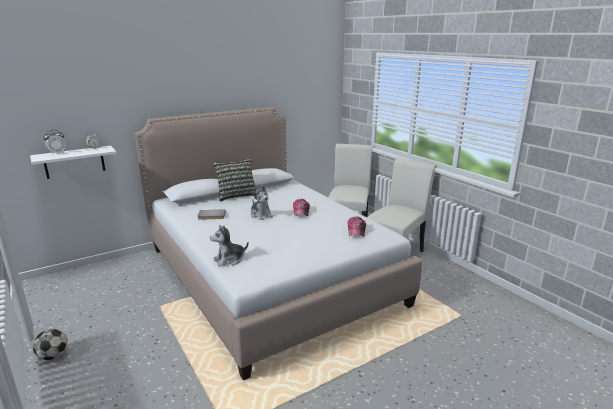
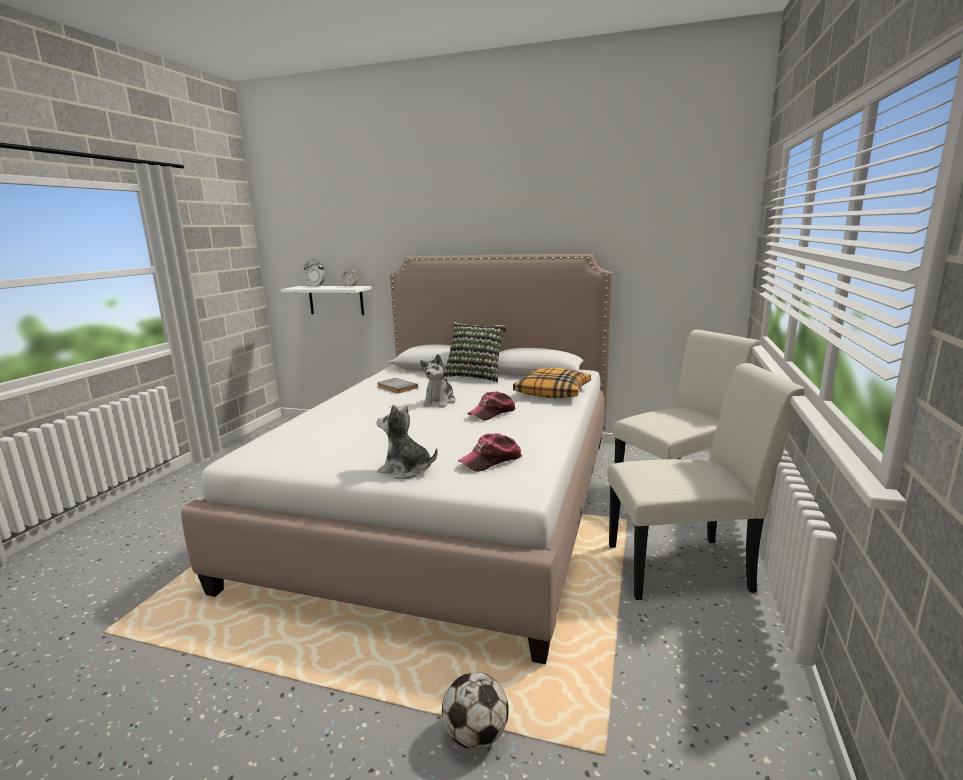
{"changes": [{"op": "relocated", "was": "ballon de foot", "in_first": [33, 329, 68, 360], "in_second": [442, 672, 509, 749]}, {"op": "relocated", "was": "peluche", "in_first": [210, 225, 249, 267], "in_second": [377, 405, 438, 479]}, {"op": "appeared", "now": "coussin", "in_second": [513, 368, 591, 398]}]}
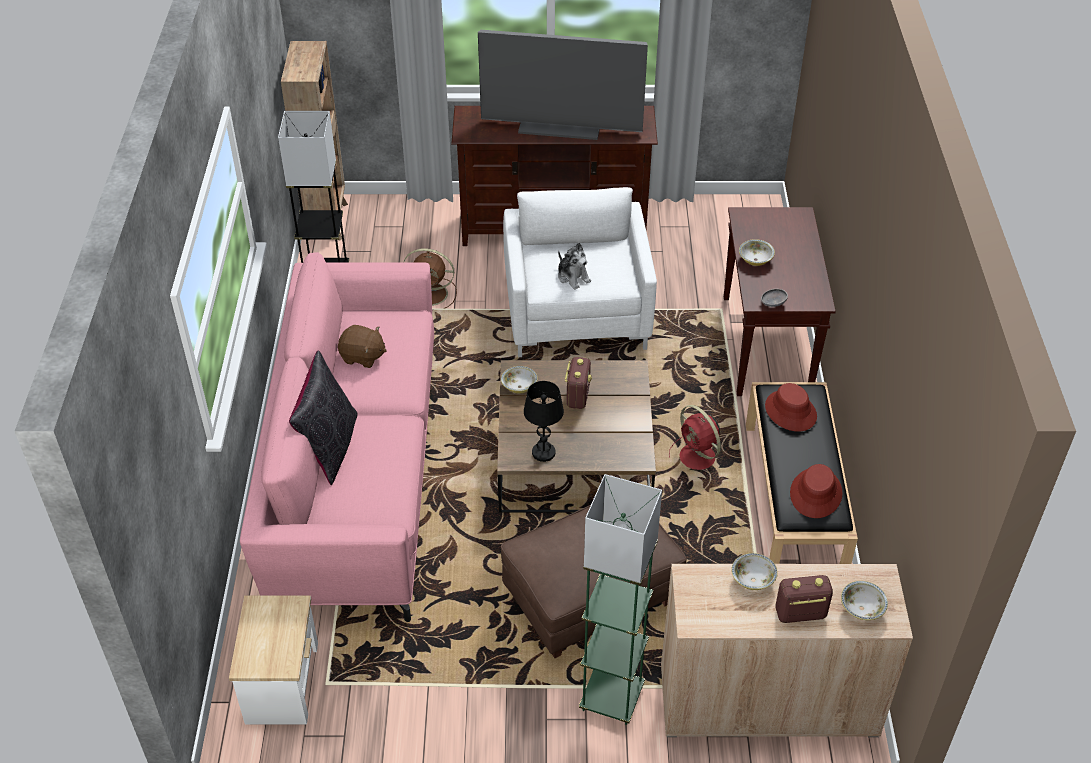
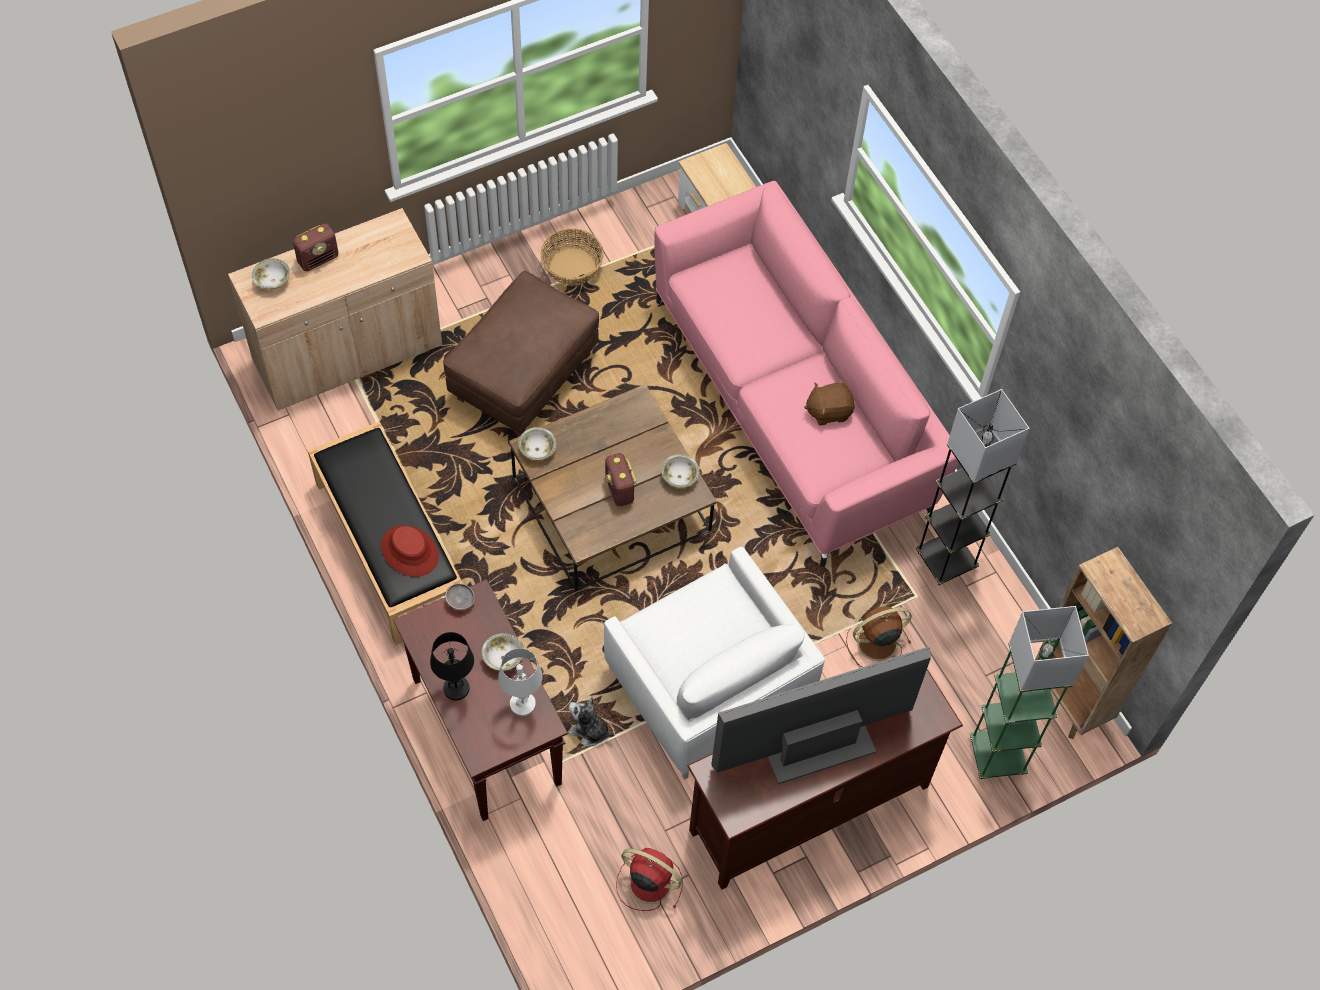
{"changes": [{"op": "missing", "was": "coussin (noir)", "in_first": [289, 350, 358, 485]}, {"op": "relocated", "was": "lampe de table (noir)", "in_first": [524, 381, 564, 462], "in_second": [430, 632, 474, 700]}, {"op": "relocated", "was": "peluche", "in_first": [558, 243, 591, 290], "in_second": [568, 696, 614, 746]}, {"op": "relocated", "was": "lampadaire (vert)", "in_first": [579, 474, 662, 725], "in_second": [970, 606, 1089, 779]}, {"op": "relocated", "was": "ventilateur (rouge)", "in_first": [669, 405, 721, 470], "in_second": [616, 848, 683, 911]}, {"op": "relocated", "was": "bol", "in_first": [731, 553, 778, 590], "in_second": [518, 427, 556, 460]}, {"op": "missing", "was": "chapeau (rouge)", "in_first": [790, 464, 842, 518]}, {"op": "appeared", "now": "lampe de table (blanc)", "in_second": [498, 648, 542, 716]}, {"op": "appeared", "now": "panier", "in_second": [540, 229, 604, 285]}]}
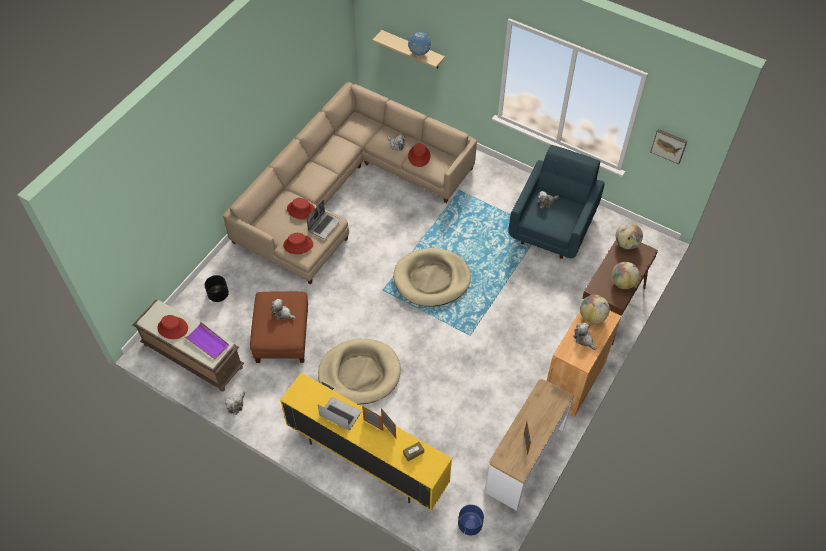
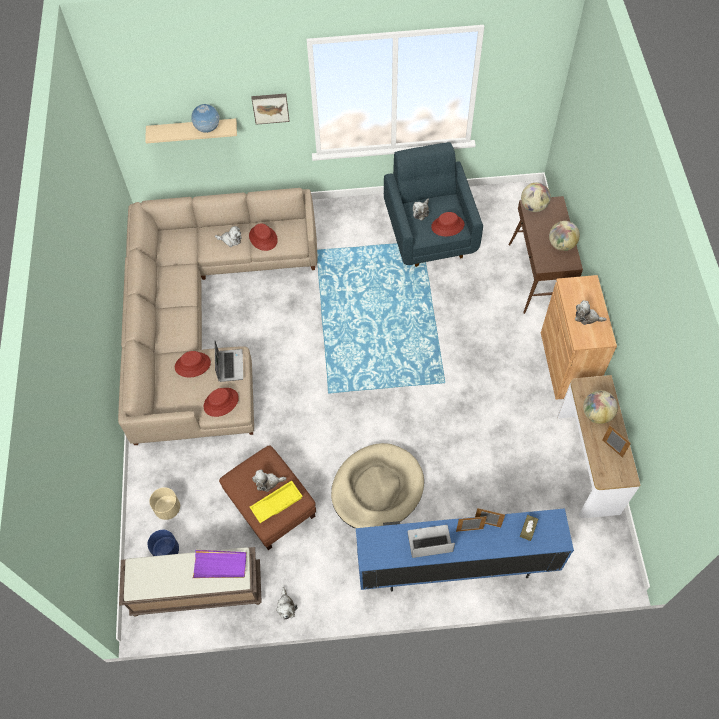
{"changes": [{"op": "relocated", "was": "chapeau (rouge)", "in_first": [158, 315, 188, 339], "in_second": [431, 212, 465, 236]}, {"op": "colour", "was": "cache-pot (noir)", "now": "cache-pot (beige)", "in_first": [204, 275, 229, 302], "in_second": [149, 487, 180, 520]}, {"op": "colour", "was": "meuble télé (jaune)", "now": "meuble télé (bleu)", "in_first": [280, 372, 452, 511], "in_second": [356, 508, 574, 592]}, {"op": "missing", "was": "panier pour chien (beige)", "in_first": [393, 248, 471, 307]}, {"op": "relocated", "was": "cache-pot (bleu)", "in_first": [458, 504, 484, 535], "in_second": [148, 530, 179, 556]}, {"op": "relocated", "was": "globe", "in_first": [580, 295, 610, 324], "in_second": [583, 390, 618, 424]}, {"op": "relocated", "was": "tableau", "in_first": [650, 129, 687, 164], "in_second": [251, 94, 290, 125]}, {"op": "appeared", "now": "plateau (jaune)", "in_second": [250, 481, 302, 523]}]}
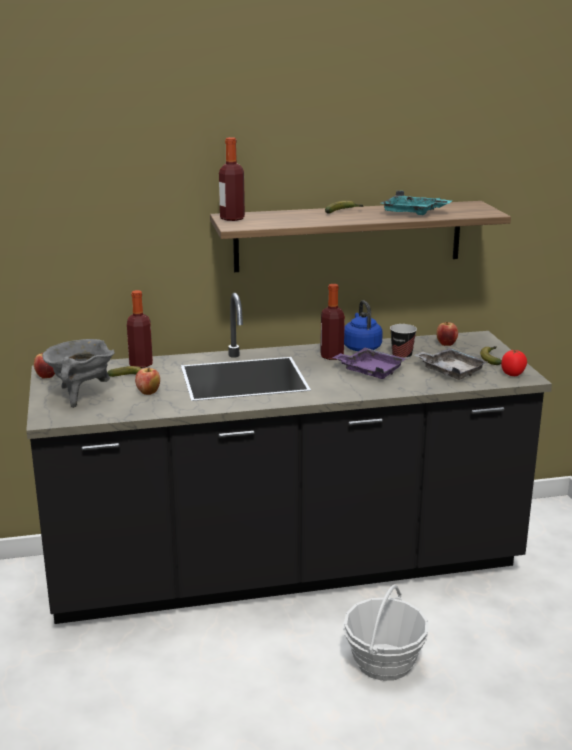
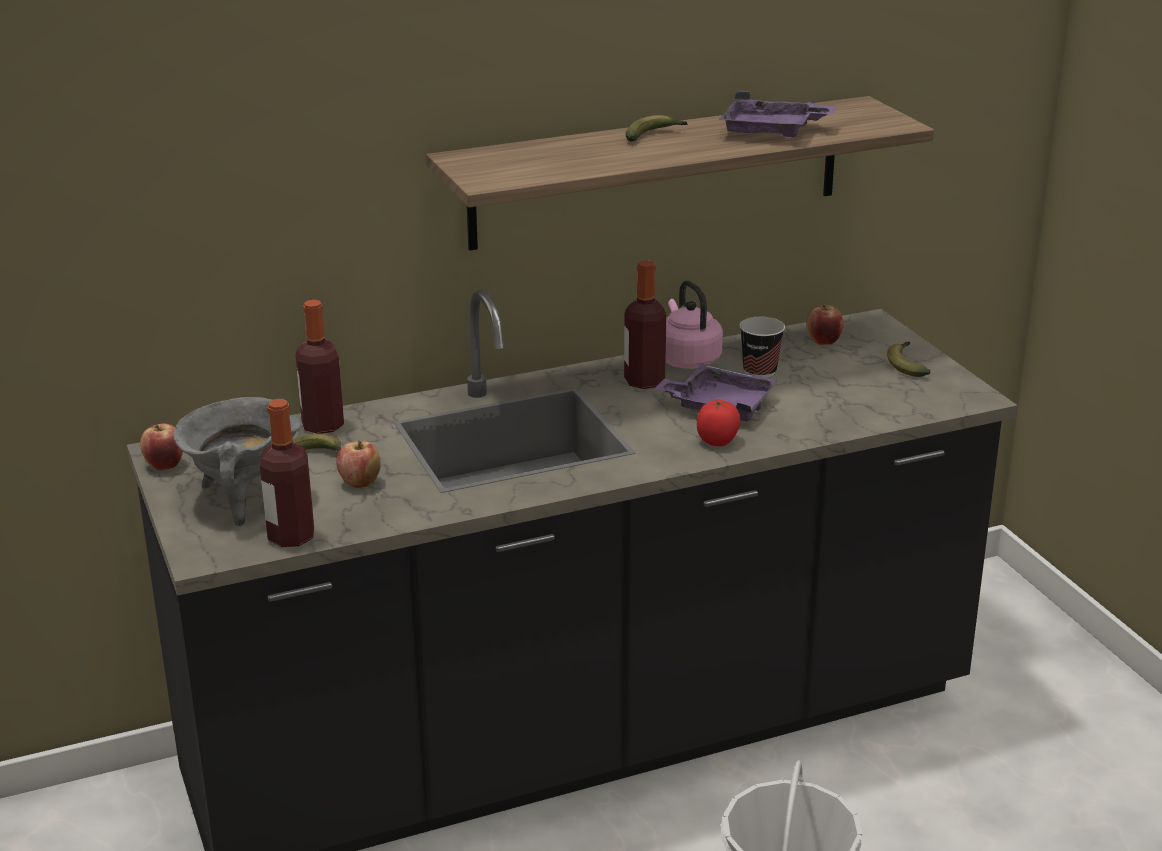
{"changes": [{"op": "relocated", "was": "bouteille", "in_first": [219, 137, 245, 221], "in_second": [260, 399, 314, 547]}, {"op": "colour", "was": "bouilloire (bleu)", "now": "bouilloire (rose)", "in_first": [344, 300, 383, 351], "in_second": [665, 281, 723, 369]}, {"op": "colour", "was": "plateau (turquoise)", "now": "plateau (violet)", "in_first": [381, 191, 452, 215], "in_second": [719, 91, 837, 137]}, {"op": "missing", "was": "plateau (gris)", "in_first": [414, 348, 487, 380]}, {"op": "relocated", "was": "tomate", "in_first": [501, 350, 527, 376], "in_second": [697, 400, 741, 446]}]}
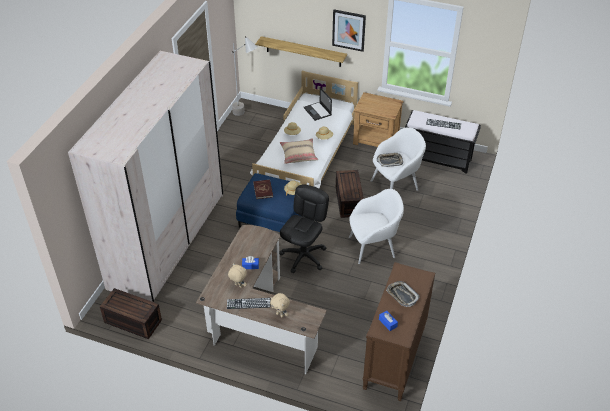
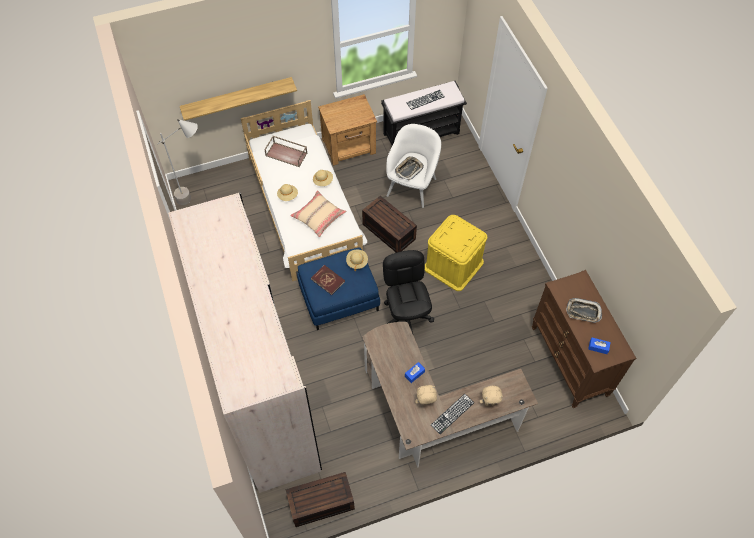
{"changes": [{"op": "exchanged", "was": "ordinateur portable", "now": "plateau (marron)", "in_first": [304, 87, 332, 121], "in_second": [265, 136, 308, 167]}, {"op": "missing", "was": "tableau", "in_first": [332, 9, 366, 52]}, {"op": "exchanged", "was": "fauteuil (blanc)", "now": "boîte de rangement (jaune)", "in_first": [349, 189, 404, 264], "in_second": [425, 215, 487, 291]}]}
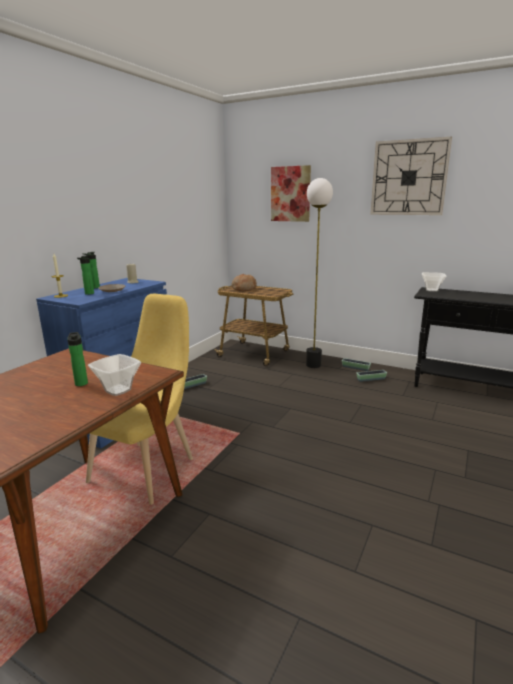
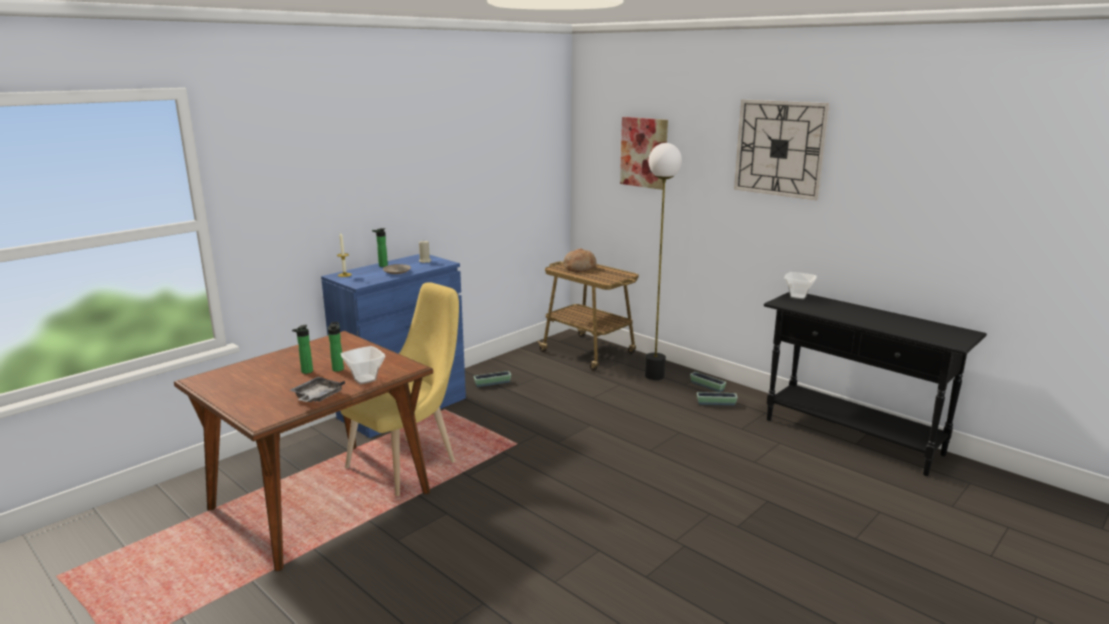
{"changes": [{"op": "relocated", "was": "bouteille", "in_first": [77, 255, 94, 295], "in_second": [292, 325, 313, 374]}, {"op": "appeared", "now": "plateau (gris)", "in_second": [290, 377, 345, 402]}]}
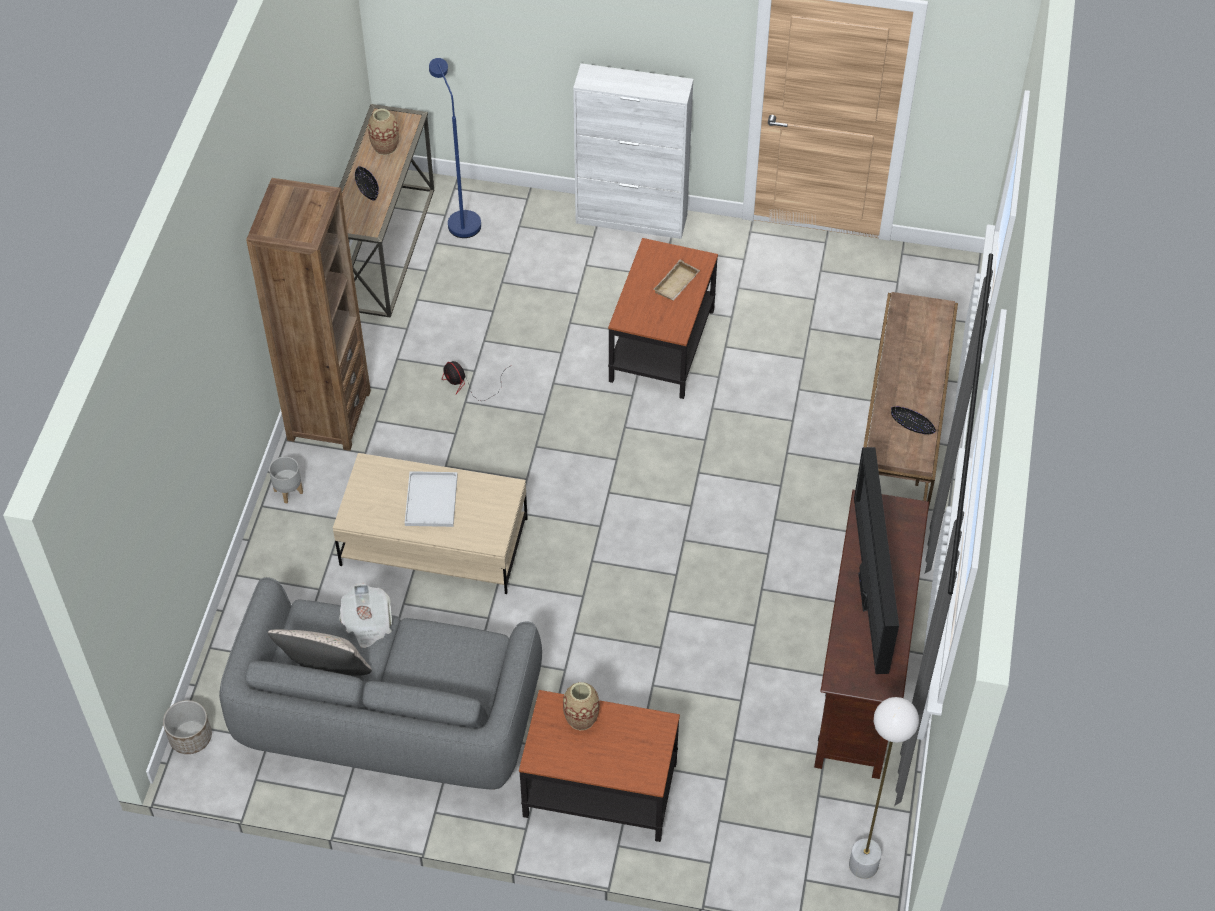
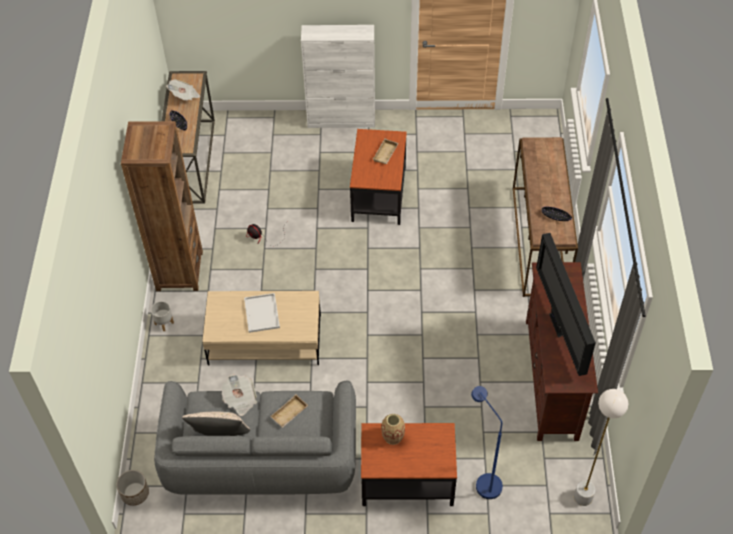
{"changes": [{"op": "exchanged", "was": "vase", "now": "journal", "in_first": [368, 109, 399, 155], "in_second": [166, 79, 201, 101]}, {"op": "relocated", "was": "lampadaire (bleu)", "in_first": [429, 58, 481, 238], "in_second": [471, 386, 503, 499]}, {"op": "appeared", "now": "plateau (beige)", "in_second": [270, 394, 308, 428]}]}
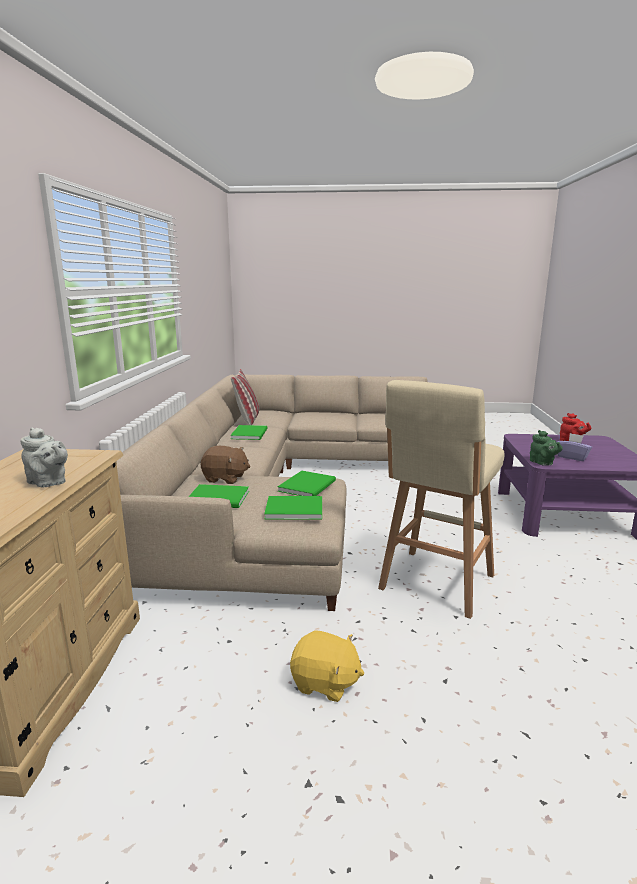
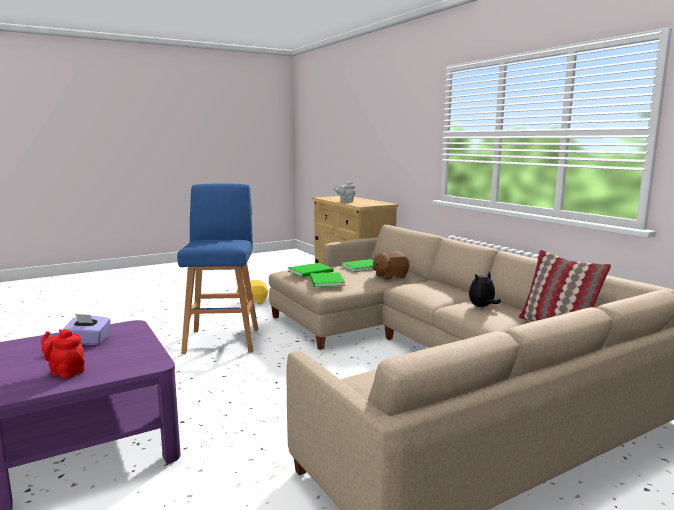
{"changes": [{"op": "exchanged", "was": "livre (vert)", "now": "peluche", "in_first": [230, 425, 267, 440], "in_second": [469, 271, 501, 307]}, {"op": "colour", "was": "tabouret (beige)", "now": "tabouret (bleu)", "in_first": [378, 380, 505, 619], "in_second": [177, 184, 258, 354]}, {"op": "missing", "was": "théière (vert)", "in_first": [530, 430, 563, 466]}]}
